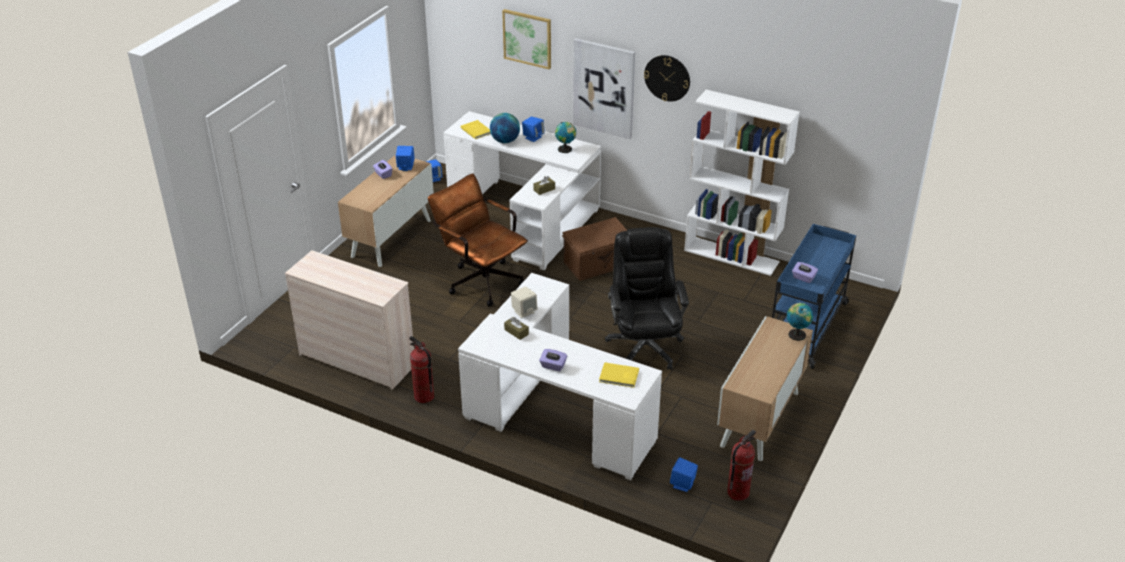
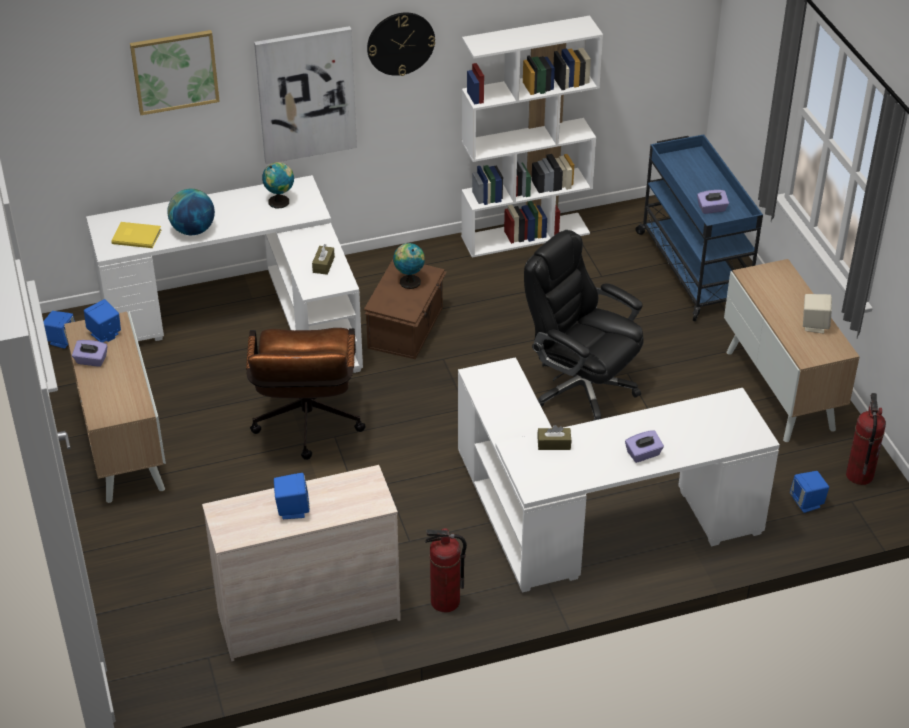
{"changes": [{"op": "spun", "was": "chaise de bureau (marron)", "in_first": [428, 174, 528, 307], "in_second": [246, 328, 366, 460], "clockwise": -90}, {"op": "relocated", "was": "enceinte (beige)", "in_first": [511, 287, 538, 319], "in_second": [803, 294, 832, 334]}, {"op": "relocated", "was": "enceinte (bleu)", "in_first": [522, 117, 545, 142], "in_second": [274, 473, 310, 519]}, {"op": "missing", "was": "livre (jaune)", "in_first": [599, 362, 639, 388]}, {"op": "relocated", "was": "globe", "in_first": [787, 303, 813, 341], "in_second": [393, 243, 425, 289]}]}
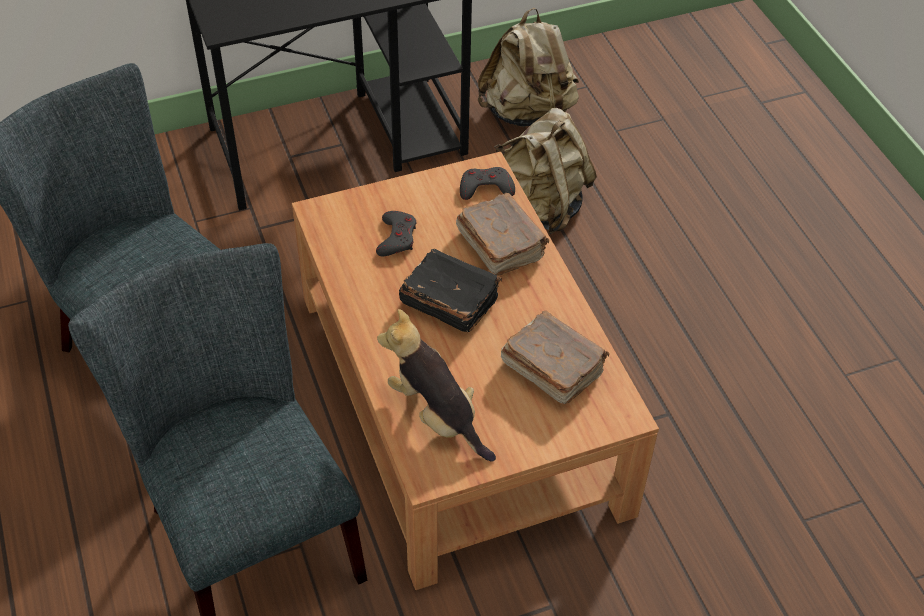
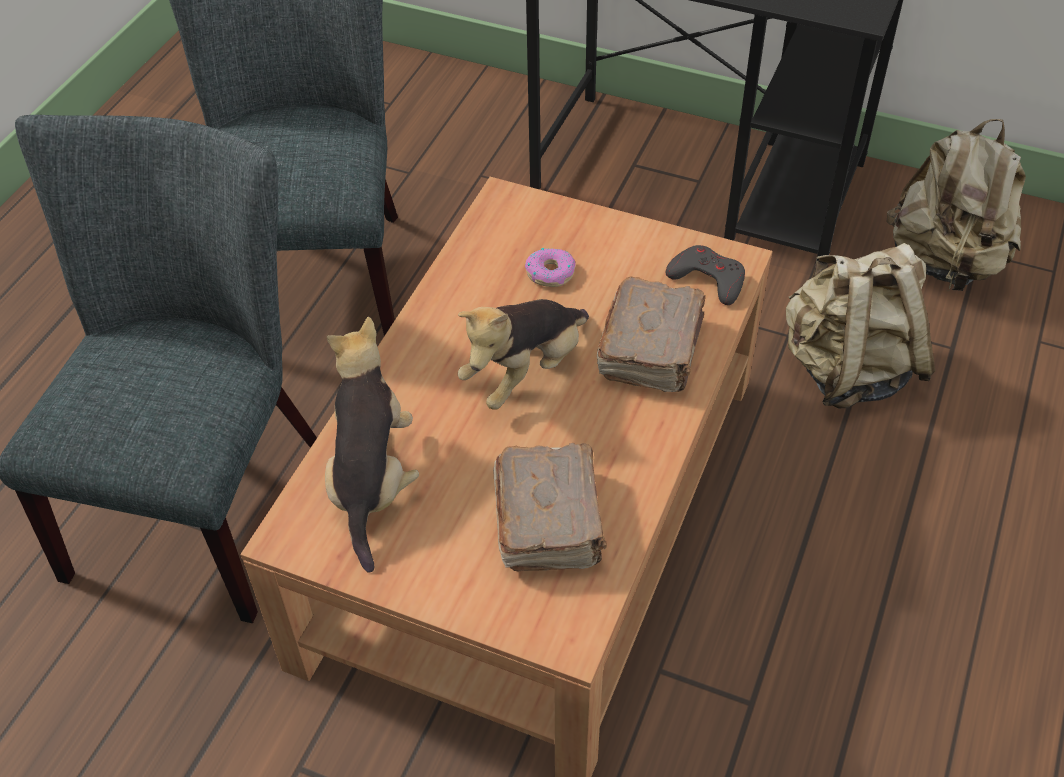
{"changes": [{"op": "exchanged", "was": "manette (gris)", "now": "beignet", "in_first": [376, 211, 416, 257], "in_second": [525, 248, 576, 287]}, {"op": "exchanged", "was": "livre (noir)", "now": "peluche", "in_first": [399, 249, 501, 332], "in_second": [458, 299, 589, 410]}]}
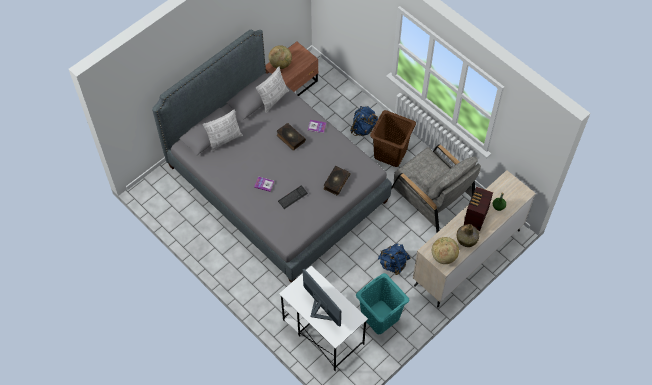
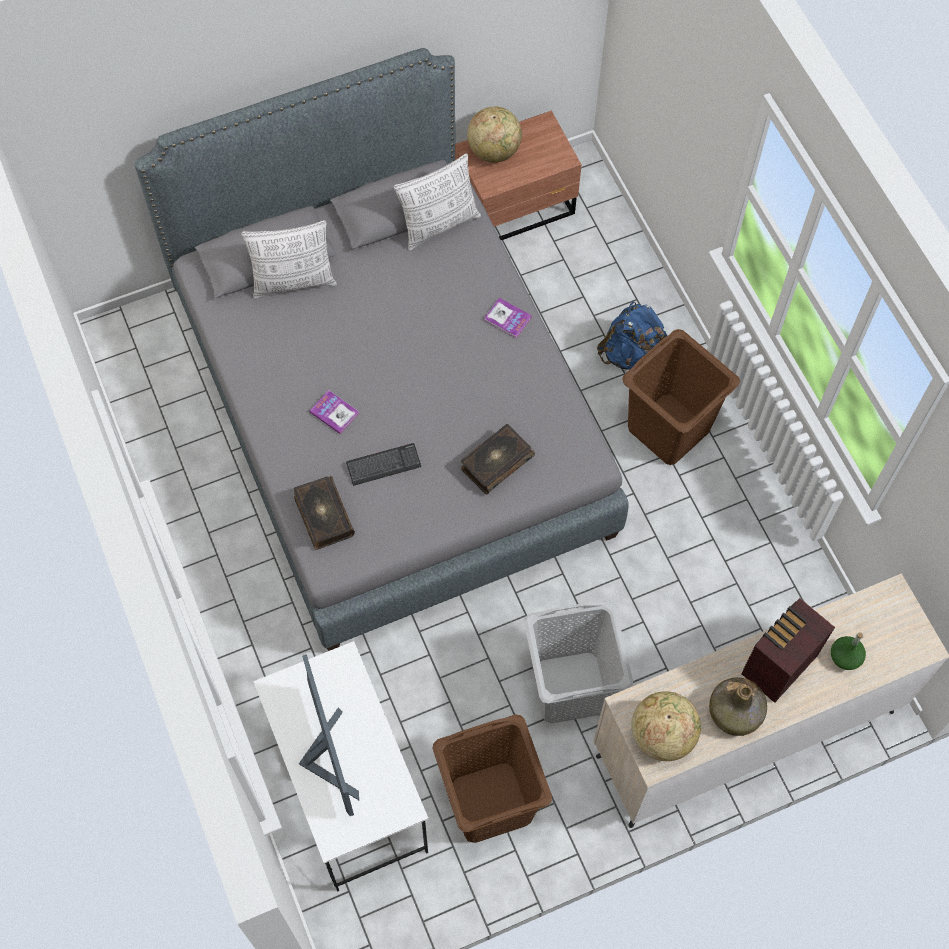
{"changes": [{"op": "relocated", "was": "livre", "in_first": [277, 123, 306, 151], "in_second": [294, 476, 355, 550]}, {"op": "colour", "was": "panier à linge (turquoise)", "now": "panier à linge (marron)", "in_first": [356, 273, 409, 334], "in_second": [432, 714, 552, 843]}, {"op": "exchanged", "was": "sac à dos (bleu)", "now": "panier à linge (gris)", "in_first": [378, 243, 410, 275], "in_second": [524, 601, 633, 723]}, {"op": "missing", "was": "fauteuil (gris)", "in_first": [391, 144, 481, 233]}]}
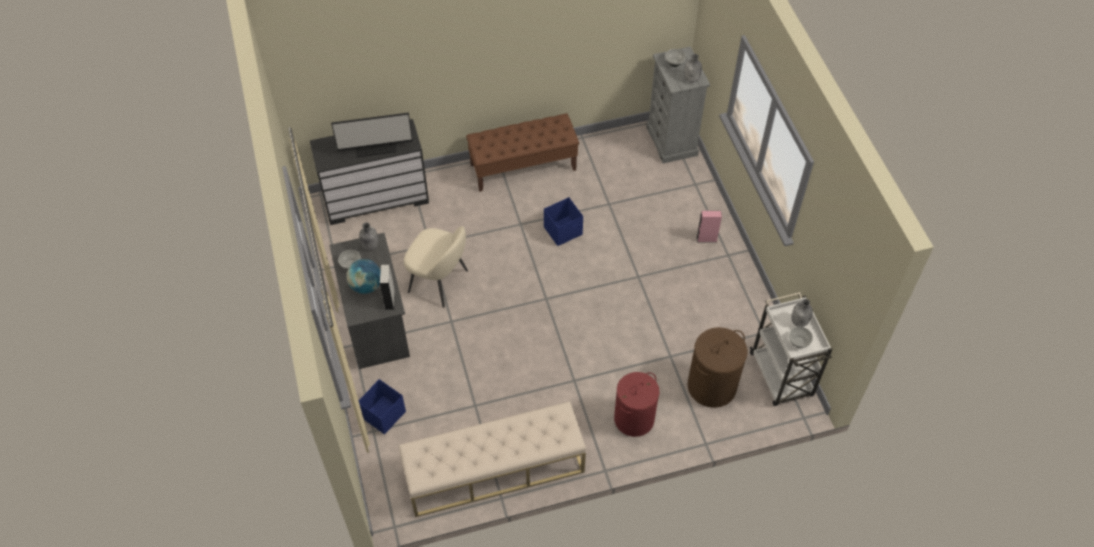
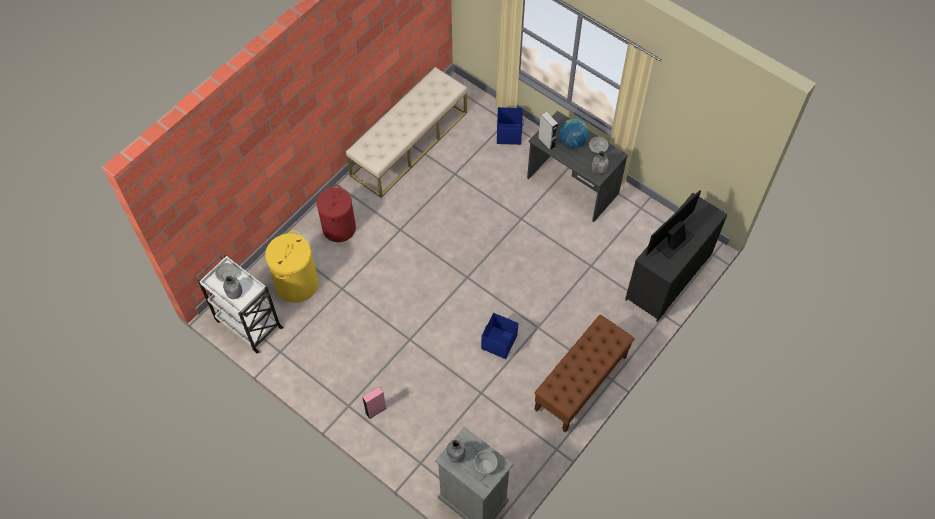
{"changes": [{"op": "missing", "was": "chaise (beige)", "in_first": [404, 226, 468, 308]}, {"op": "colour", "was": "panier à linge (marron)", "now": "panier à linge (jaune)", "in_first": [687, 327, 747, 408], "in_second": [265, 230, 318, 303]}]}
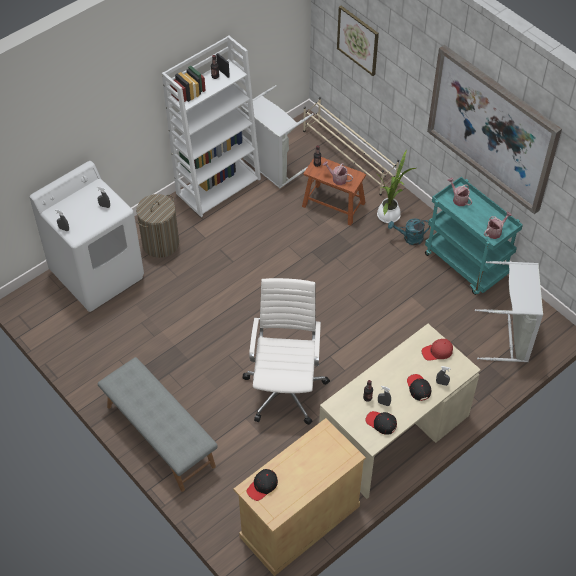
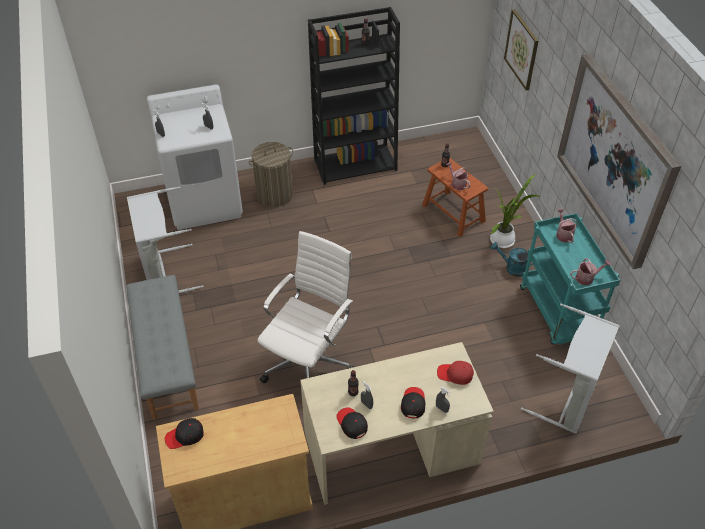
{"changes": [{"op": "colour", "was": "bibliothèque (blanc)", "now": "bibliothèque (noir)", "in_first": [162, 35, 261, 217], "in_second": [308, 7, 400, 185]}, {"op": "relocated", "was": "panier à linge (gris)", "in_first": [241, 85, 314, 189], "in_second": [127, 186, 204, 293]}, {"op": "missing", "was": "étagère à chaussures (beige)", "in_first": [303, 97, 399, 196]}]}
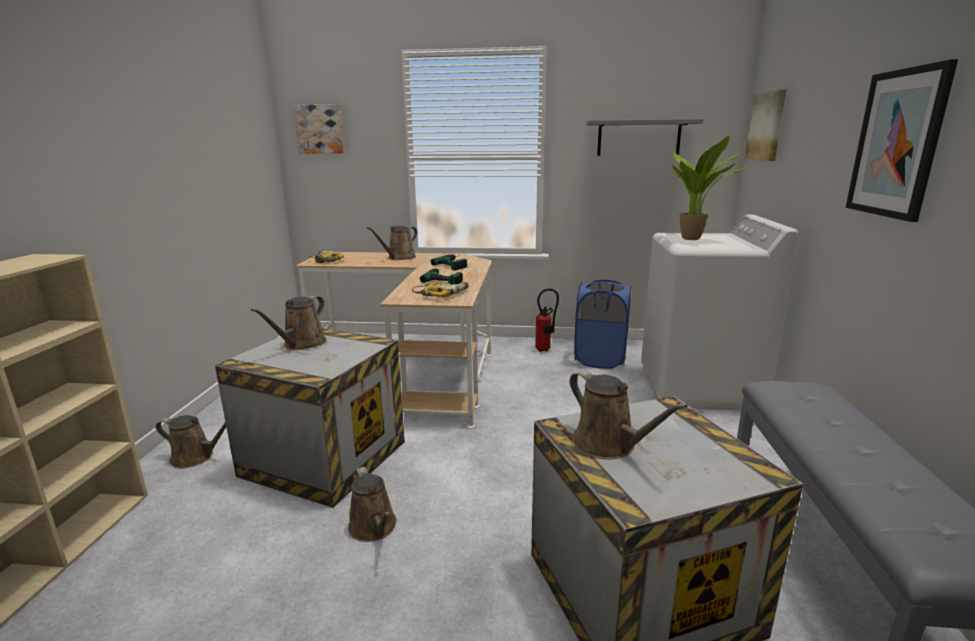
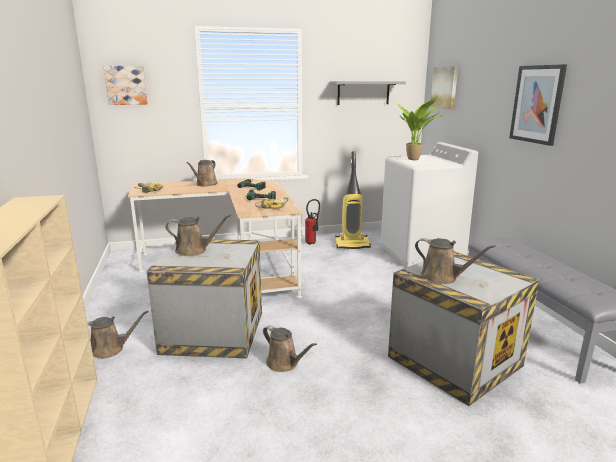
{"changes": [{"op": "spun", "was": "arrosoir (marron)", "in_first": [251, 296, 327, 350], "in_second": [165, 214, 231, 256], "clockwise": -90}, {"op": "exchanged", "was": "panier à linge (bleu)", "now": "aspirateur", "in_first": [574, 280, 631, 369], "in_second": [335, 151, 371, 249]}]}
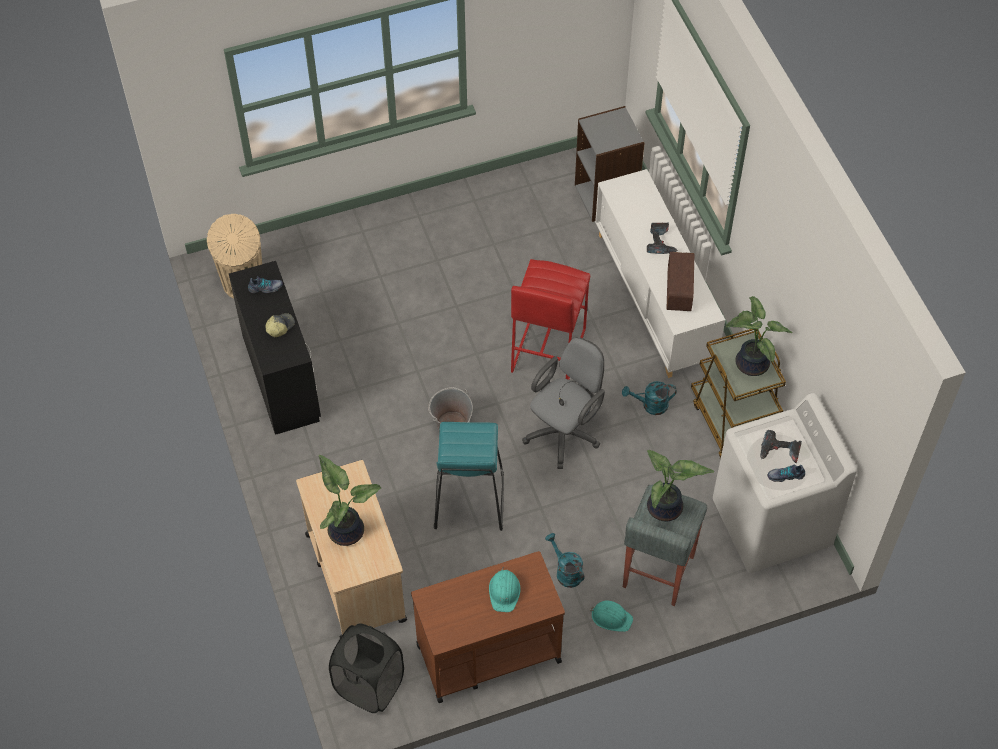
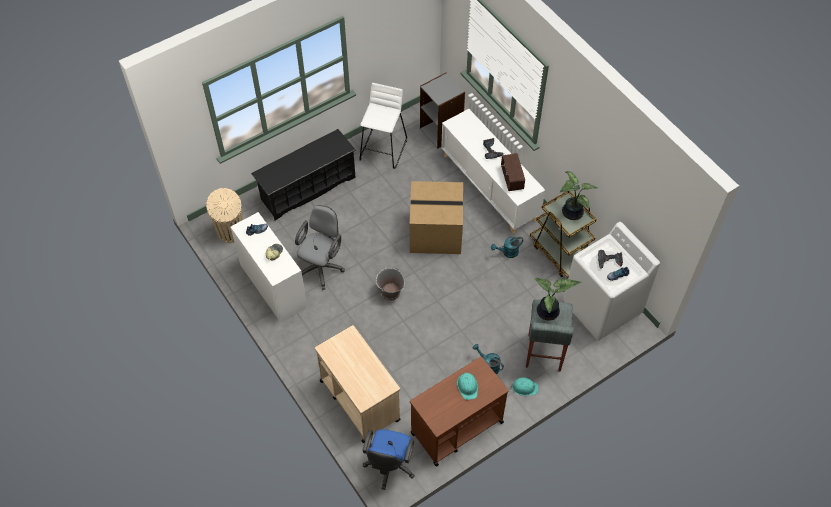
{"changes": [{"op": "colour", "was": "bureau (noir)", "now": "bureau (blanc)", "in_first": [229, 261, 321, 435], "in_second": [231, 212, 307, 323]}, {"op": "missing", "was": "plante en pot", "in_first": [319, 455, 381, 546]}, {"op": "exchanged", "was": "panier à linge (noir)", "now": "chaise de bureau (bleu)", "in_first": [329, 624, 404, 713], "in_second": [363, 429, 415, 490]}, {"op": "missing", "was": "tabouret (turquoise)", "in_first": [434, 422, 504, 531]}, {"op": "exchanged", "was": "tabouret (rouge)", "now": "carton", "in_first": [511, 259, 590, 380], "in_second": [410, 181, 463, 254]}, {"op": "relocated", "was": "chaise de bureau (gris)", "in_first": [522, 337, 605, 469], "in_second": [295, 205, 345, 290]}, {"op": "appeared", "now": "étagère à chaussures (noir)", "in_second": [251, 129, 356, 220]}, {"op": "appeared", "now": "tabouret (blanc)", "in_second": [359, 83, 407, 169]}]}
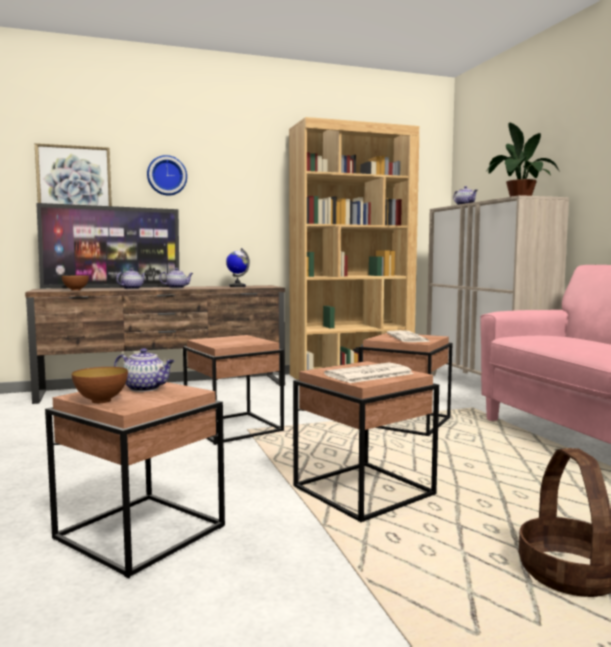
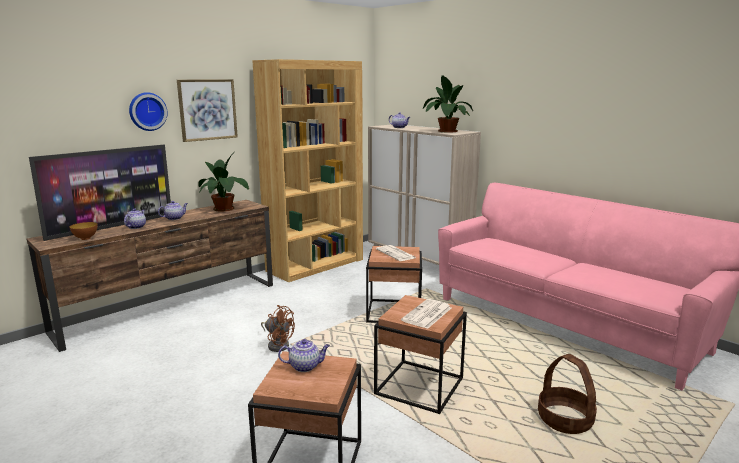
{"changes": [{"op": "relocated", "was": "tableau", "in_first": [35, 143, 112, 206], "in_second": [177, 79, 238, 142]}, {"op": "missing", "was": "bol", "in_first": [72, 367, 128, 403]}, {"op": "exchanged", "was": "table d'appoint (marron)", "now": "ventilateur (marron)", "in_first": [183, 335, 284, 445], "in_second": [261, 305, 295, 352]}, {"op": "exchanged", "was": "globe", "now": "plante en pot", "in_first": [226, 248, 250, 287], "in_second": [198, 155, 249, 212]}]}
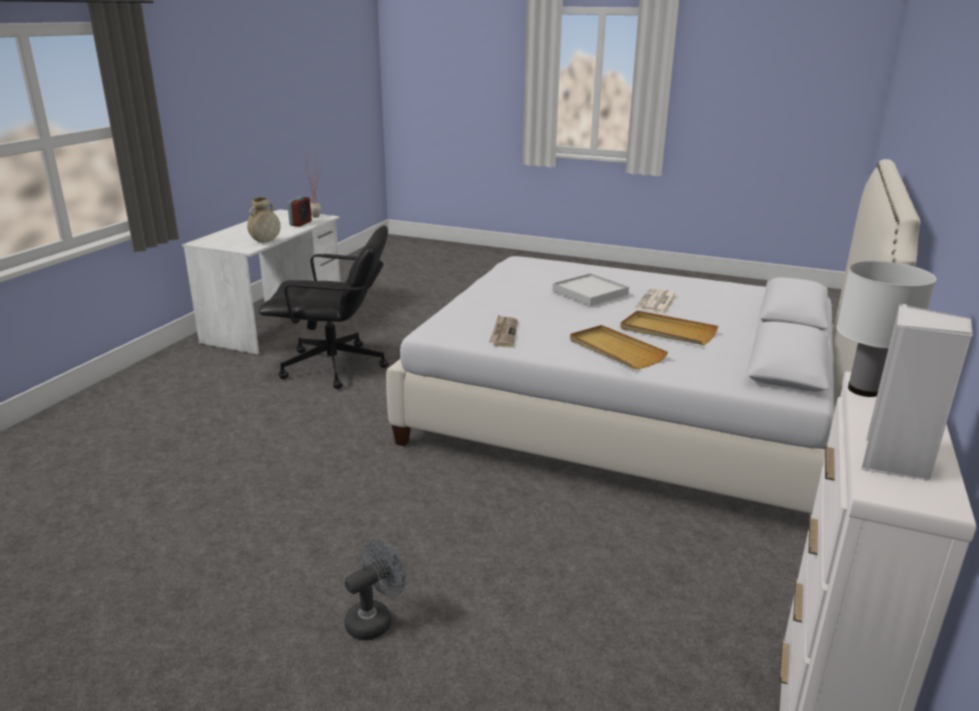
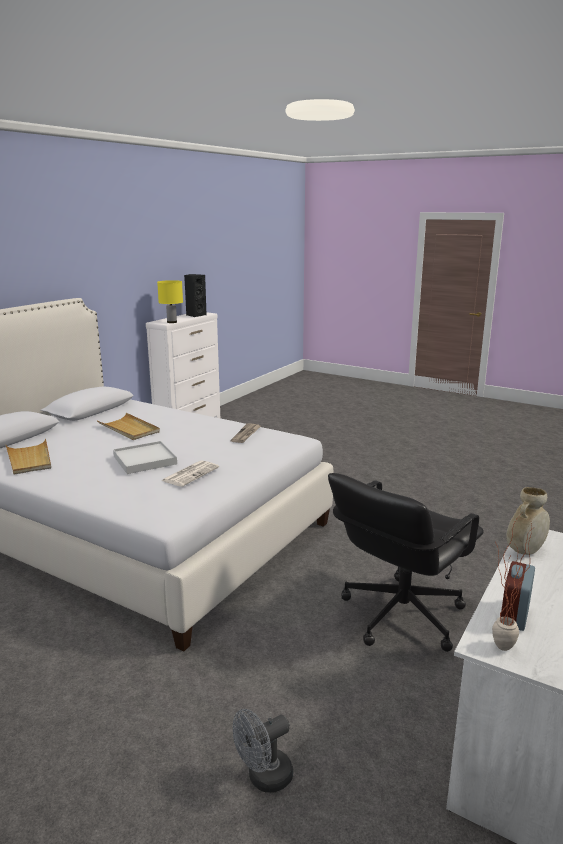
{"changes": [{"op": "spun", "was": "chaise de bureau (noir)", "in_first": [259, 225, 389, 389], "in_second": [328, 473, 484, 652], "clockwise": -60}, {"op": "relocated", "was": "ventilateur (gris)", "in_first": [344, 539, 406, 640], "in_second": [233, 709, 293, 793]}, {"op": "relocated", "was": "plateau (beige)", "in_first": [570, 325, 668, 369], "in_second": [6, 439, 51, 474]}, {"op": "relocated", "was": "journal", "in_first": [636, 288, 678, 314], "in_second": [162, 460, 219, 487]}, {"op": "colour", "was": "lampe de table (blanc)", "now": "lampe de table (jaune)", "in_first": [836, 261, 936, 397], "in_second": [157, 280, 183, 323]}, {"op": "colour", "was": "enceinte (blanc)", "now": "enceinte (noir)", "in_first": [861, 304, 973, 481], "in_second": [184, 274, 207, 317]}]}
